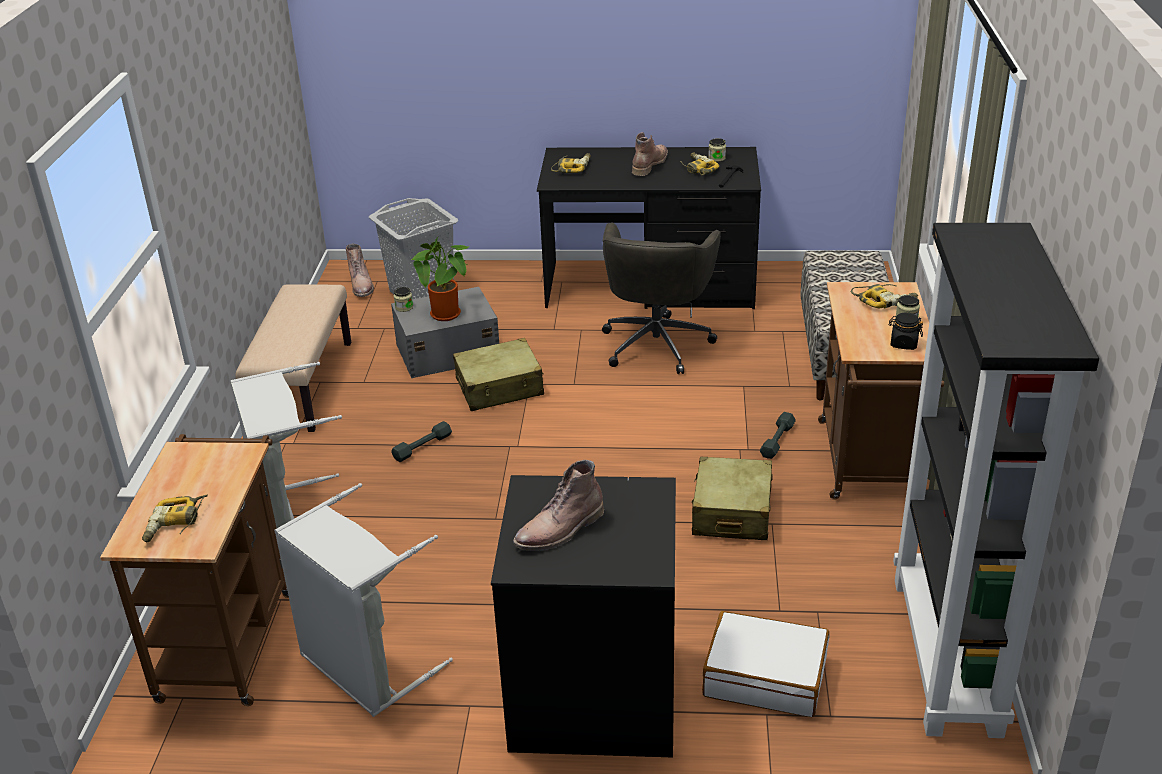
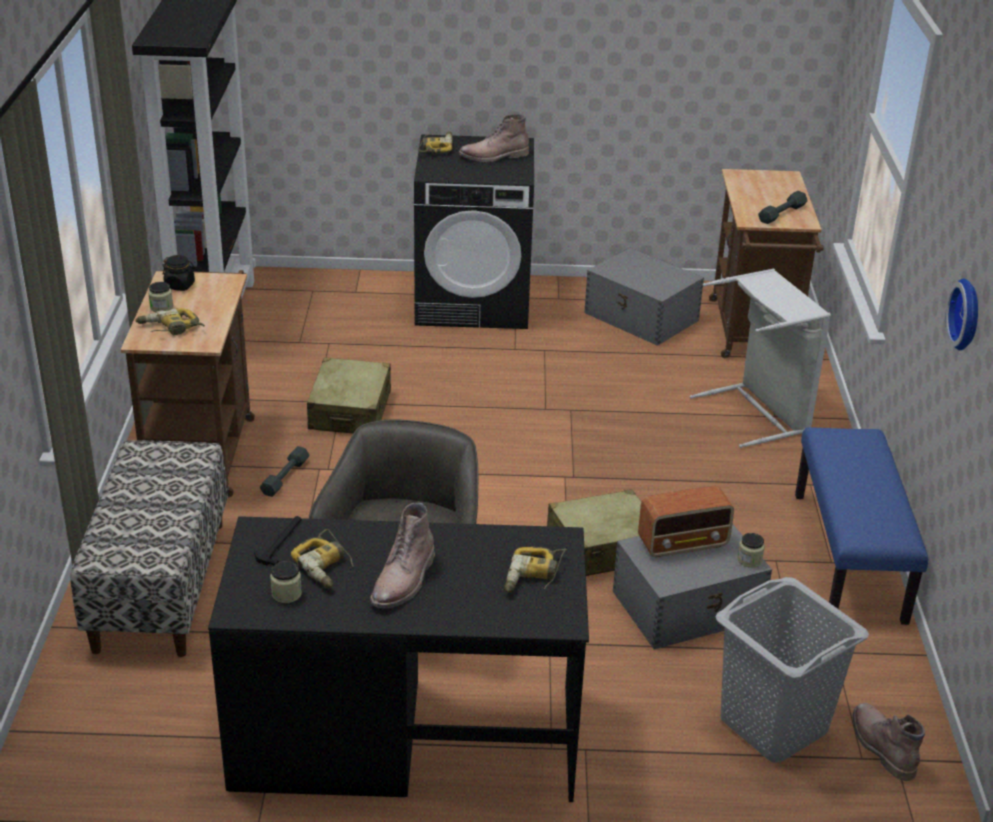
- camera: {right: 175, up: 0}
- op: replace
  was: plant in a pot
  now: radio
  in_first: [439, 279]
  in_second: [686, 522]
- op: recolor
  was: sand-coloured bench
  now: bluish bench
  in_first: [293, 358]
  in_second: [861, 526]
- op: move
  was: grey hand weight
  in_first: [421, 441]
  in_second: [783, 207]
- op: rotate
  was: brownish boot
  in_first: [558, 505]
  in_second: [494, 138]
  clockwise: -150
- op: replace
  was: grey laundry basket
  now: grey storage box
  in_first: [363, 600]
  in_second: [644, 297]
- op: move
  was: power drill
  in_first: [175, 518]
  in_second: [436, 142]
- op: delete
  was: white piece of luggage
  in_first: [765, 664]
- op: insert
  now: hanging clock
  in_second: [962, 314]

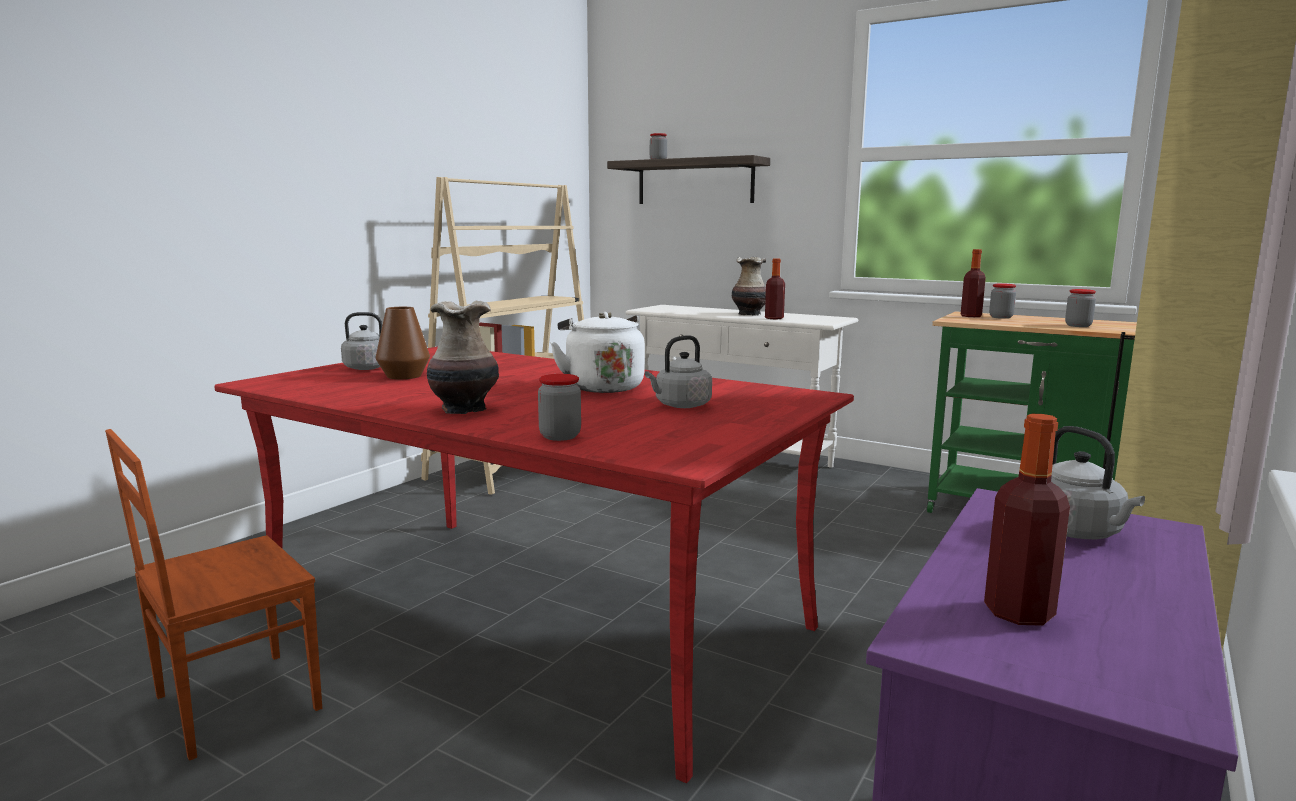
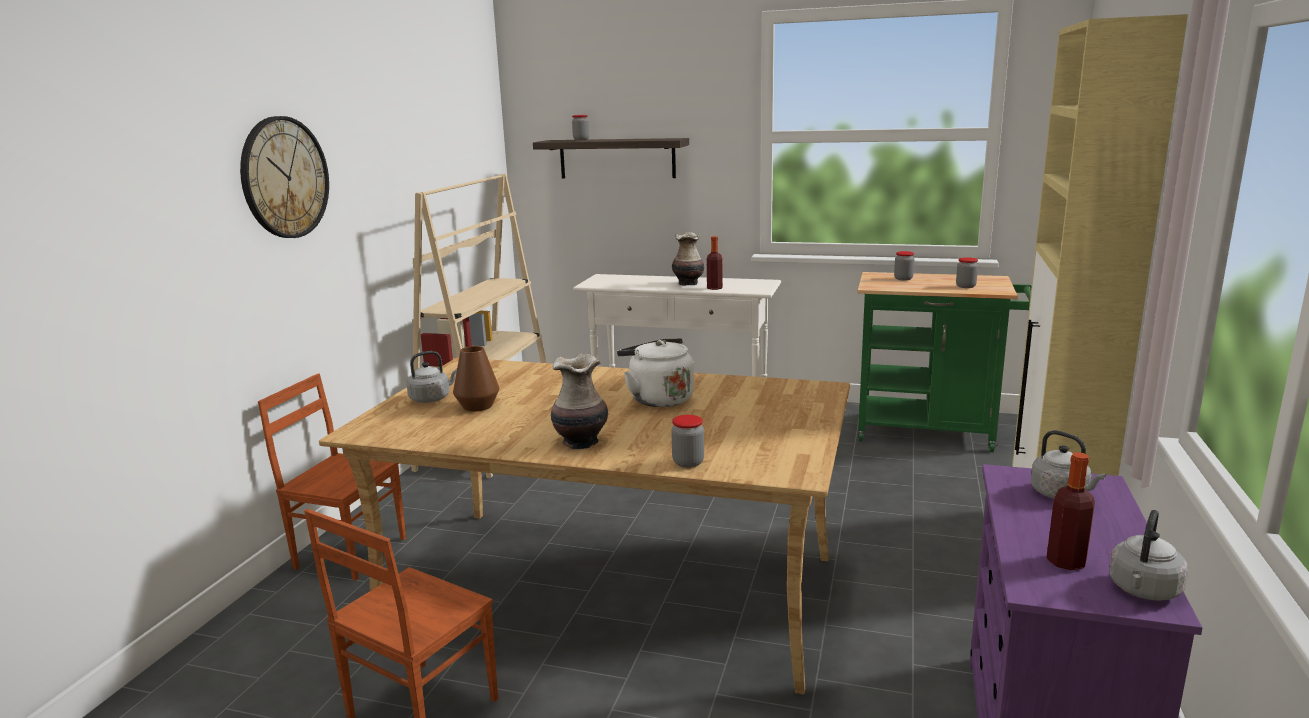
- camera: {right: -15, up: 5}
- op: delete
  was: beverage bottle
  in_first: [973, 283]
- op: move
  was: grey tea kettle
  in_first: [678, 371]
  in_second: [1148, 555]
- op: recolor
  was: red kitchen table
  now: sand-coloured kitchen table
  in_first: [534, 564]
  in_second: [584, 525]
- op: insert
  now: hanging clock
  in_second: [284, 177]
- op: insert
  now: brownish upright chair
  in_second: [332, 477]

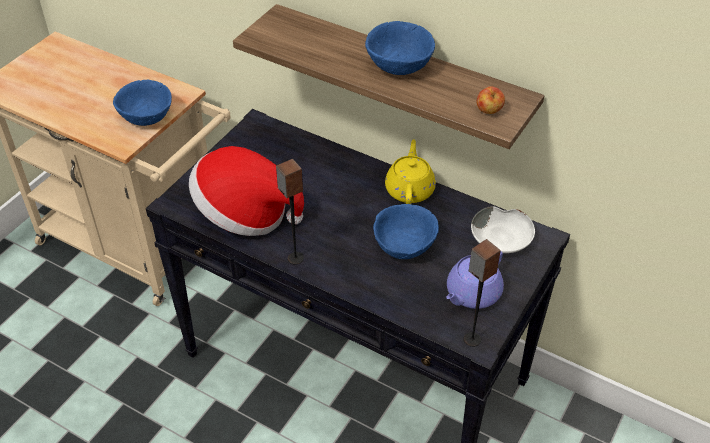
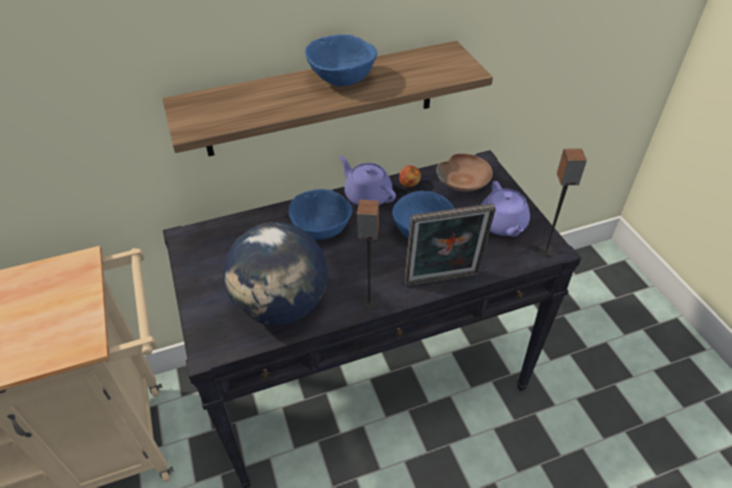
- camera: {right: -50, up: 0}
- op: move
  was: bluish bowl
  in_first: [142, 103]
  in_second: [320, 214]
- op: move
  was: apple fruit
  in_first: [490, 100]
  in_second: [410, 176]
- op: recolor
  was: yellow pot for tea
  now: purplish pot for tea
  in_first: [410, 171]
  in_second: [367, 180]
- op: replace
  was: hat
  now: desk globe
  in_first: [246, 191]
  in_second: [275, 273]
- op: recolor
  was: white bowl
  now: brownish bowl
  in_first: [503, 229]
  in_second: [464, 173]
- op: insert
  now: picture frame
  in_second: [450, 244]

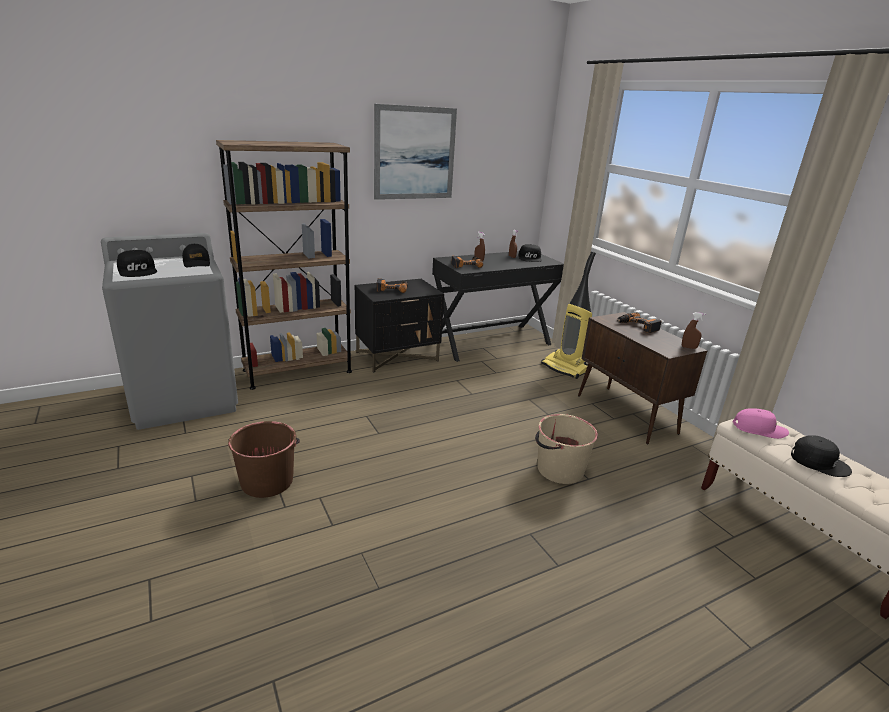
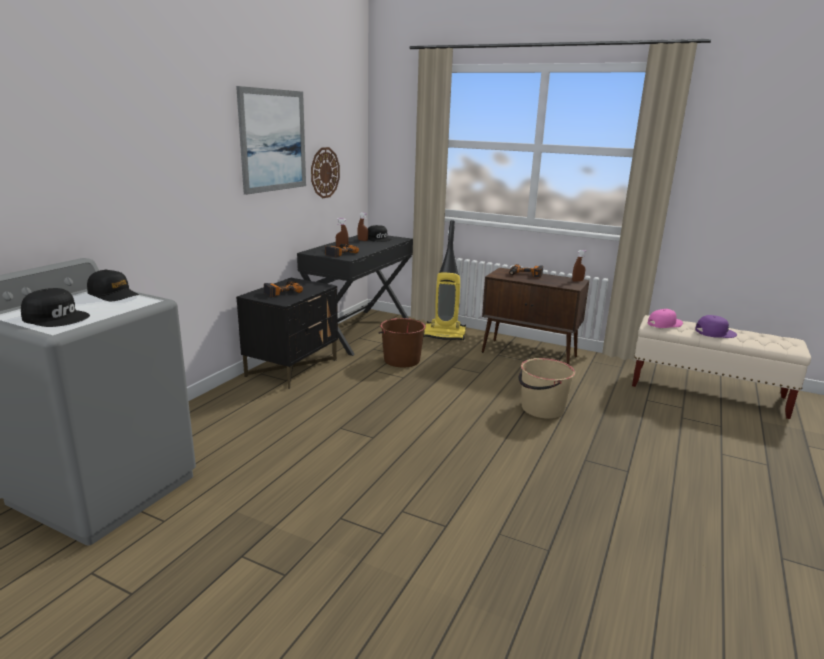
- camera: {right: -35, up: -5}
- op: delete
  was: brownish bookshelf
  in_first: [284, 265]
- op: move
  was: brownish bucket
  in_first: [264, 459]
  in_second: [402, 342]
- op: recolor
  was: black-coloured peaked cap
  now: purplish peaked cap
  in_first: [821, 456]
  in_second: [716, 326]
- op: insert
  now: hanging clock
  in_second: [325, 172]

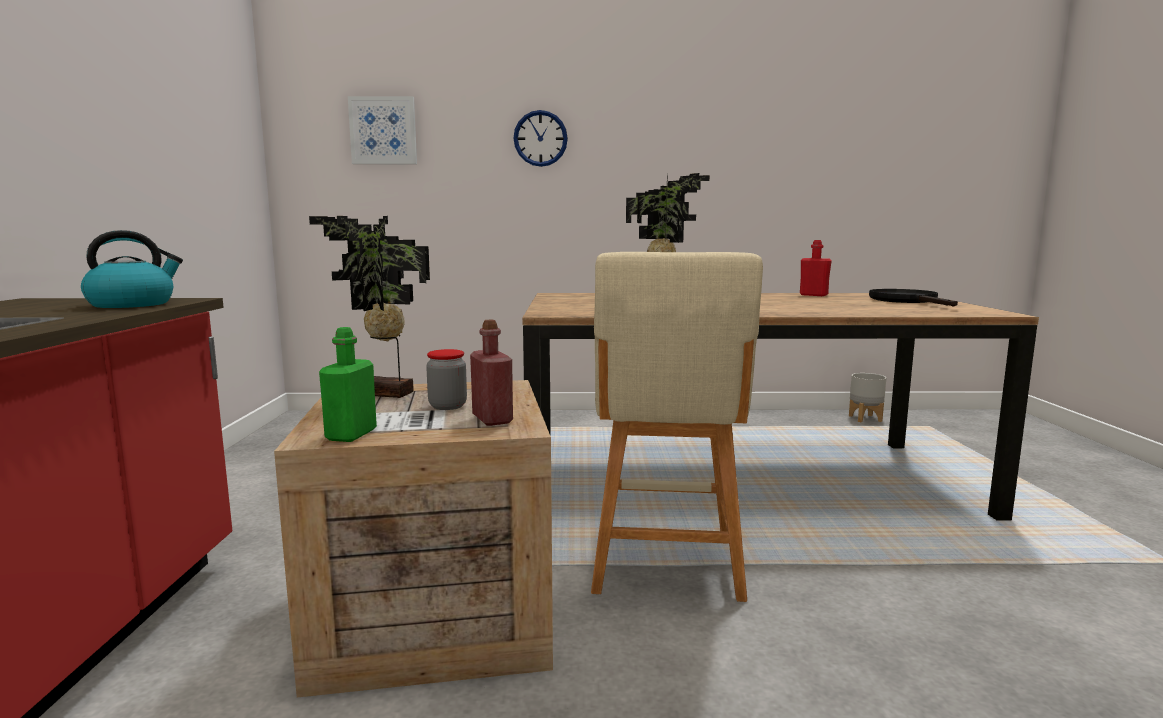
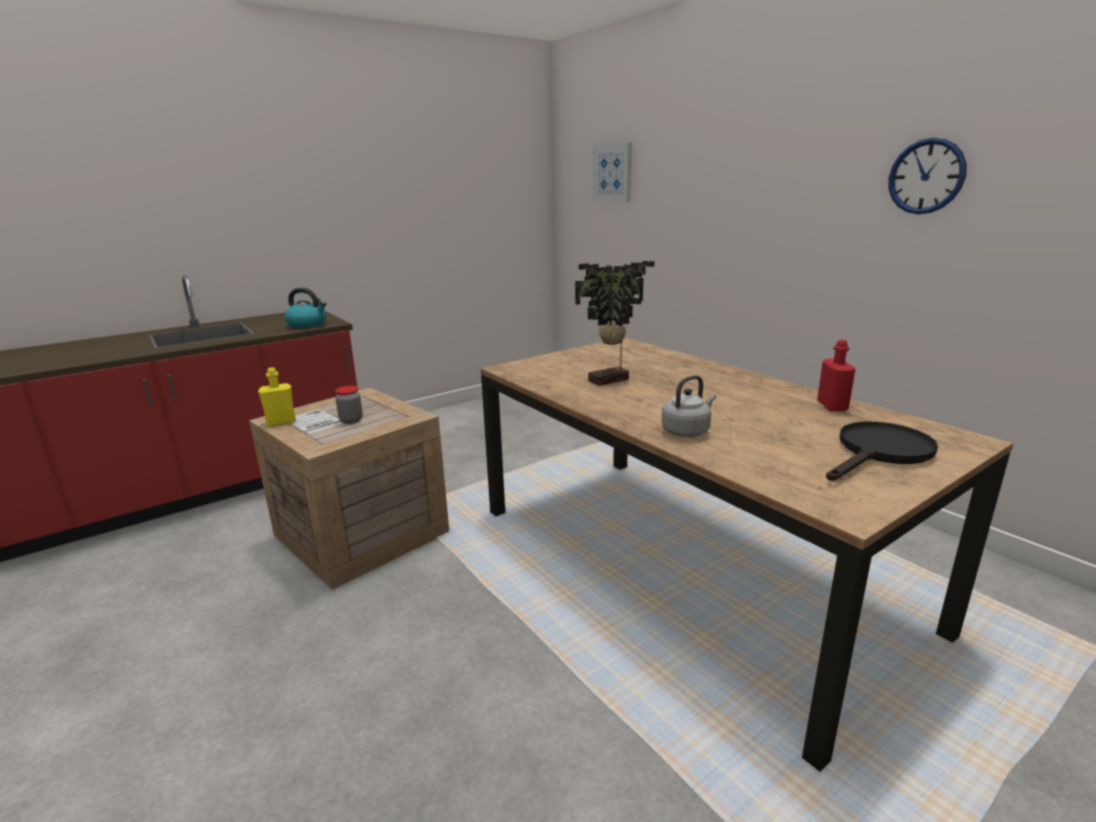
- camera: {right: 55, up: 10}
- op: move
  was: hanging clock
  in_first: [540, 138]
  in_second: [927, 176]
- op: delete
  was: plant in a pot
  in_first: [369, 307]
- op: delete
  was: sand-coloured sitting stool
  in_first: [677, 427]
- op: delete
  was: red beverage bottle
  in_first: [491, 373]
- op: recolor
  was: greenish beverage bottle
  now: yellow beverage bottle
  in_first: [348, 384]
  in_second: [277, 397]
- op: delete
  was: grey flower pot
  in_first: [867, 397]
- op: insert
  now: grey tea kettle
  in_second: [689, 406]

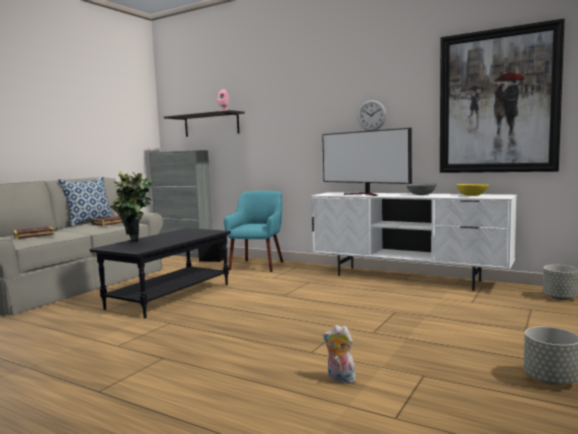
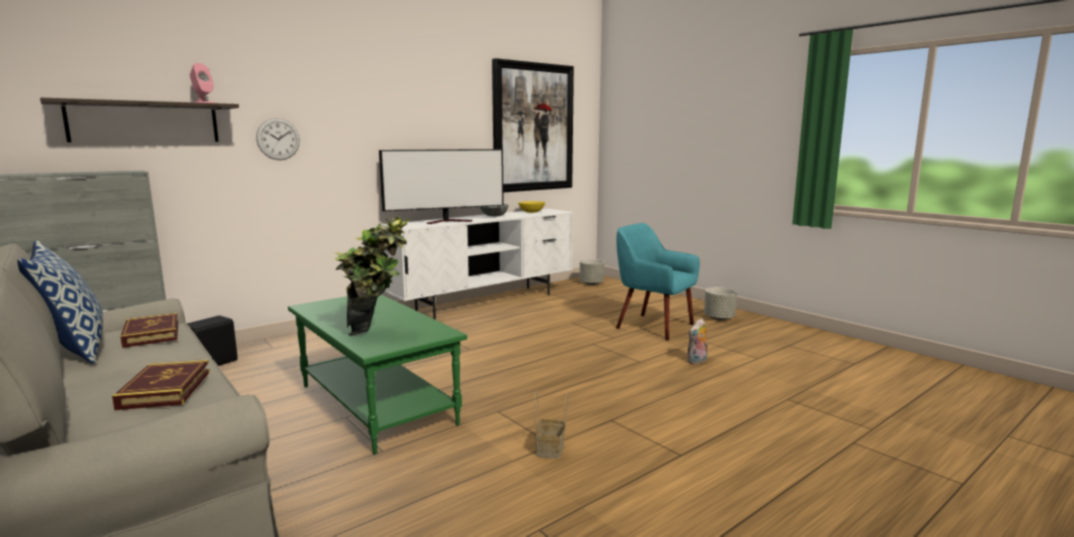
- camera: {right: -70, up: 5}
- op: move
  was: hanging clock
  in_first: [372, 115]
  in_second: [278, 139]
- op: move
  was: turquoise-coloured easy chair
  in_first: [253, 231]
  in_second: [658, 282]
- op: recolor
  was: black-coloured coffee table
  now: greenish coffee table
  in_first: [160, 273]
  in_second: [377, 374]
- op: insert
  now: storage basket
  in_second: [551, 425]

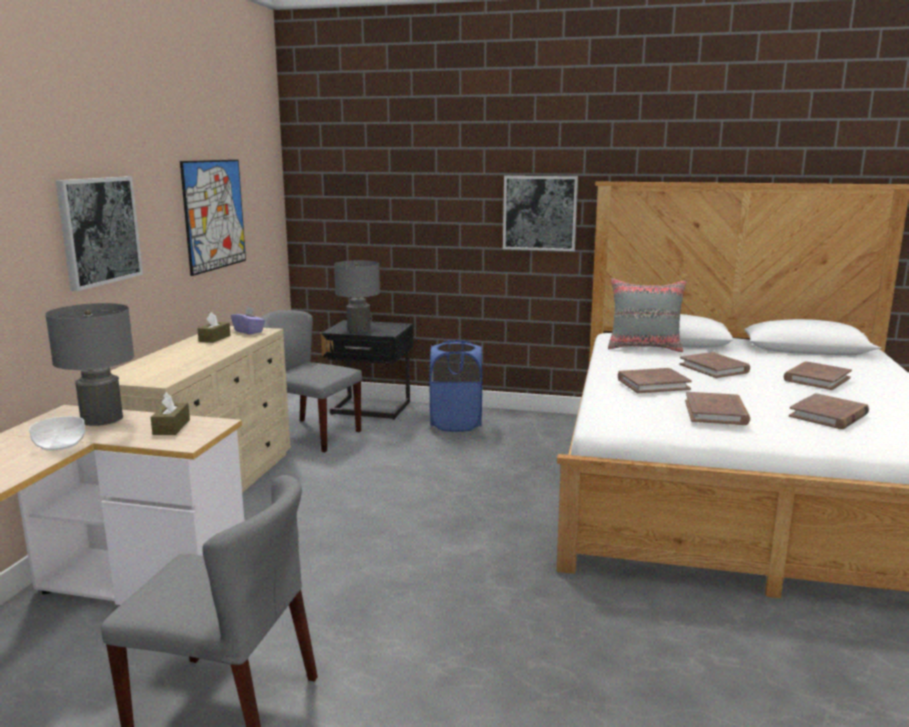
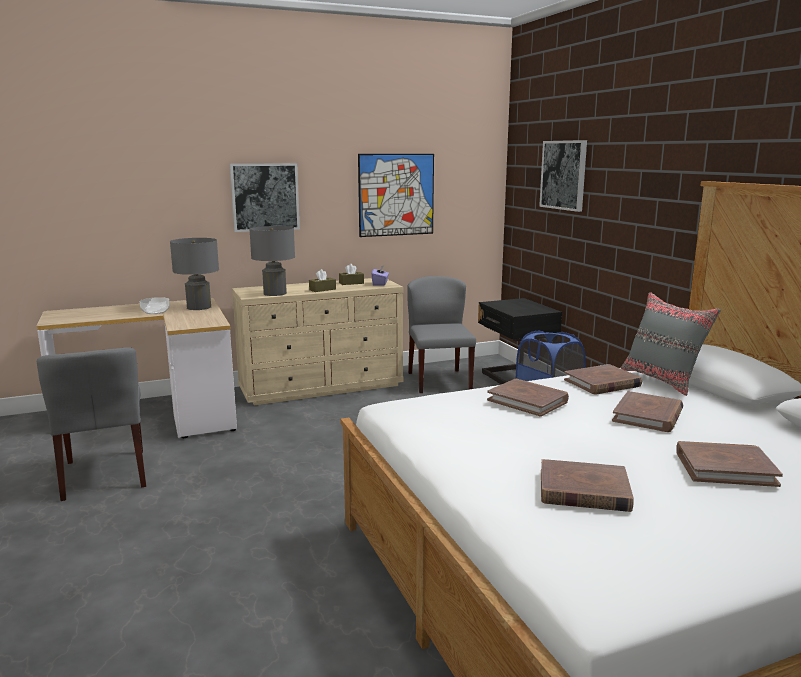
- camera: {right: 55, up: 0}
- op: move
  was: wall art
  in_first: [540, 213]
  in_second: [563, 176]
- op: move
  was: grey lamp for a table
  in_first: [357, 296]
  in_second: [272, 261]
- op: move
  was: brownish tissue holder
  in_first: [170, 413]
  in_second: [322, 280]
- op: move
  was: brownish volume
  in_first: [717, 408]
  in_second: [603, 379]

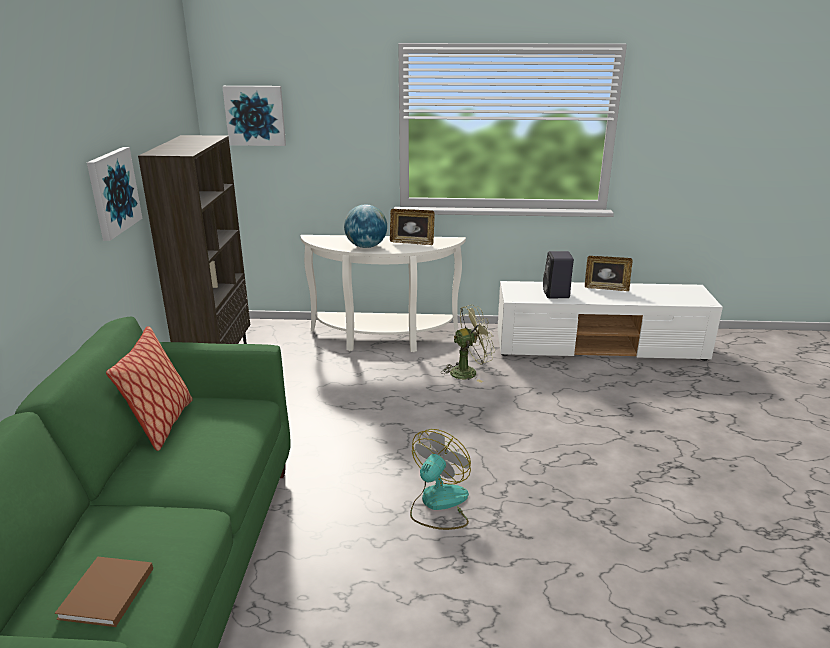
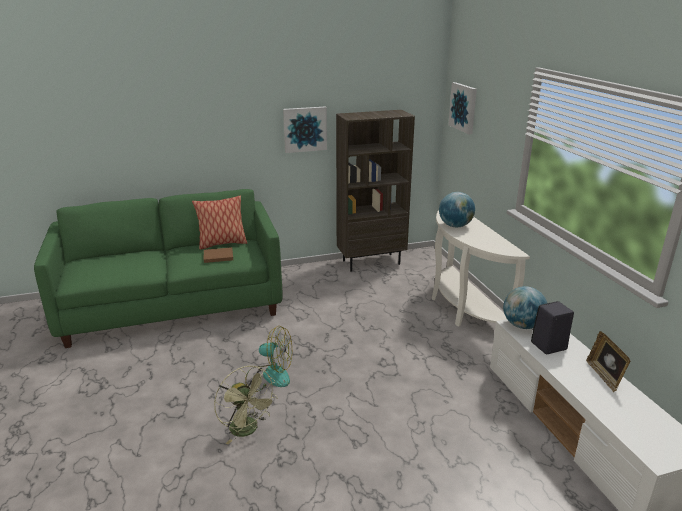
- camera: {right: 70, up: 0}
- op: delete
  was: picture frame
  in_first: [412, 227]
- op: move
  was: greenish cooling fan
  in_first: [468, 344]
  in_second: [245, 405]
- op: move
  was: brownish volume
  in_first: [104, 592]
  in_second: [218, 255]
- op: insert
  now: desk globe
  in_second: [525, 307]

